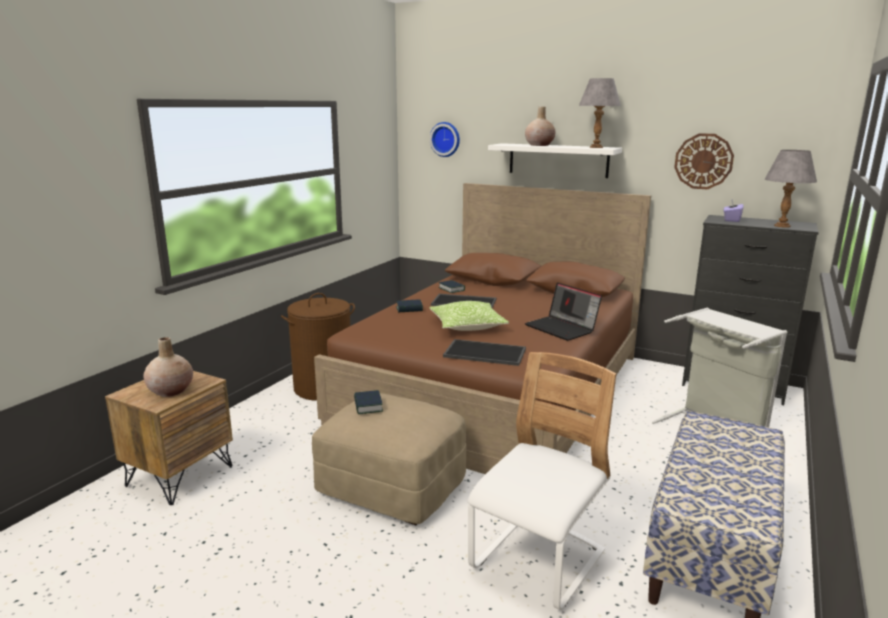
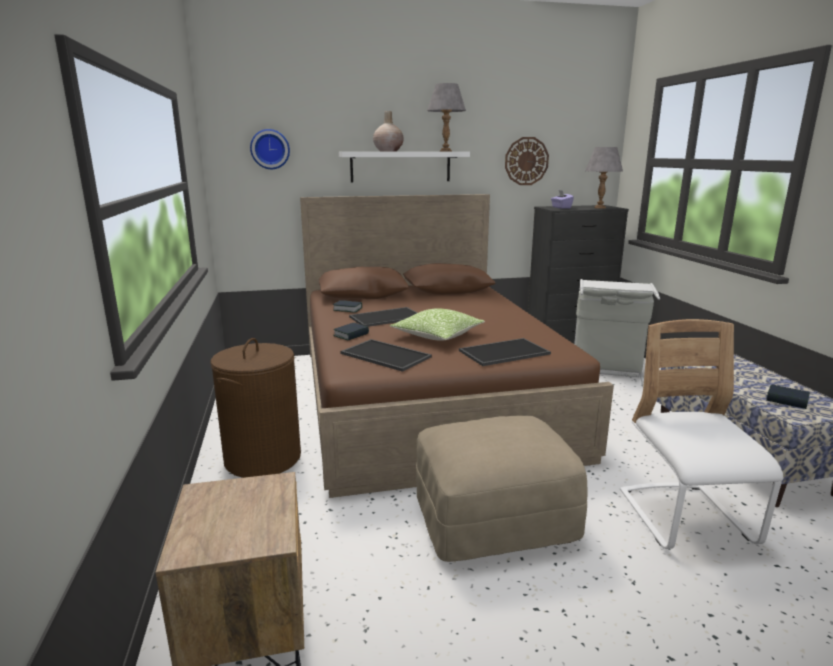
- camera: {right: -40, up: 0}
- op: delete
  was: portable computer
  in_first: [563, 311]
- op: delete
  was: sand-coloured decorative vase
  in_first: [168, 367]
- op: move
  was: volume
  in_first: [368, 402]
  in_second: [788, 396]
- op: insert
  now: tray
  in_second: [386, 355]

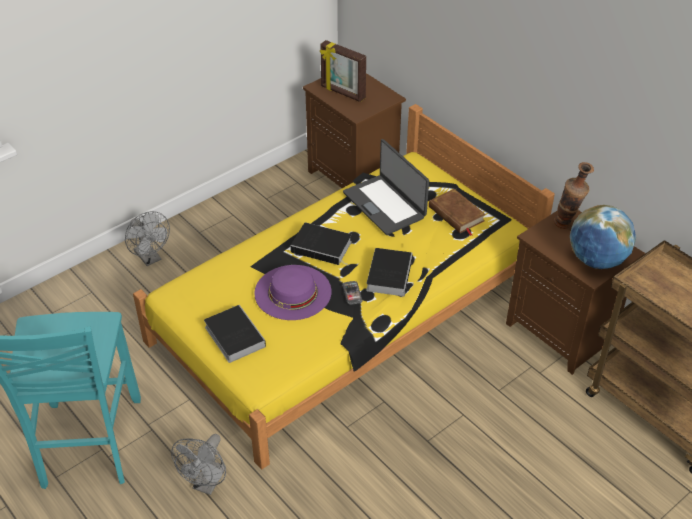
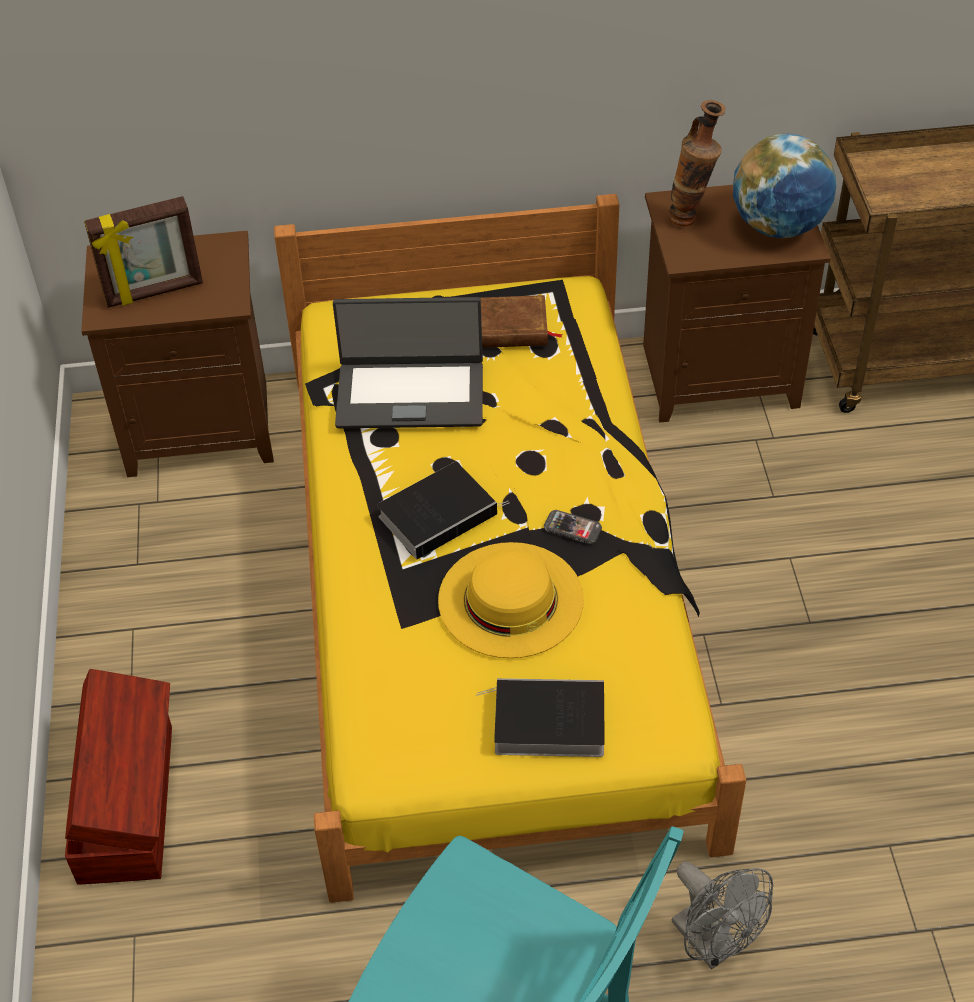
- camera: {right: -55, up: 5}
- op: replace
  was: grey cooling fan
  now: brownish storage box
  in_first: [147, 238]
  in_second: [118, 776]
- op: delete
  was: volume
  in_first: [389, 272]
- op: recolor
  was: purplish hat
  now: yellow hat
  in_first: [292, 292]
  in_second: [511, 600]

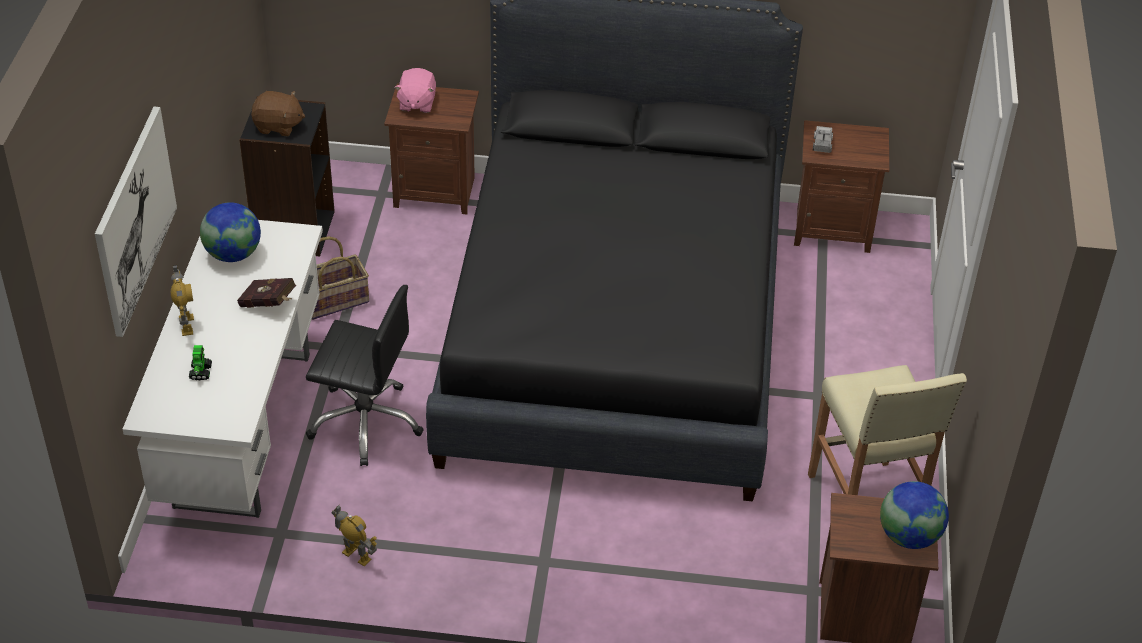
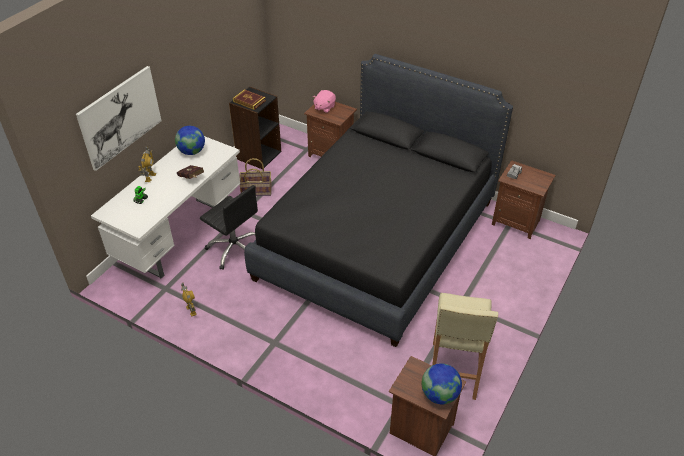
- camera: {right: 25, up: 0}
- op: replace
  was: brownish cuddly toy
  now: volume
  in_first: [278, 113]
  in_second: [249, 99]

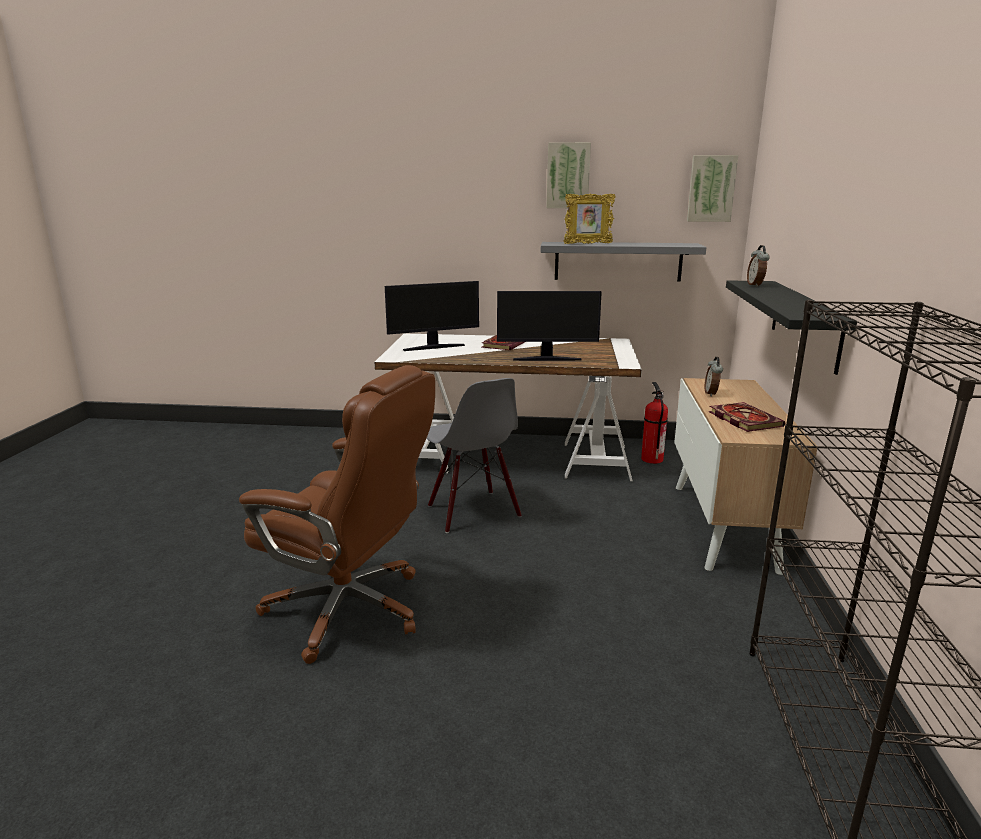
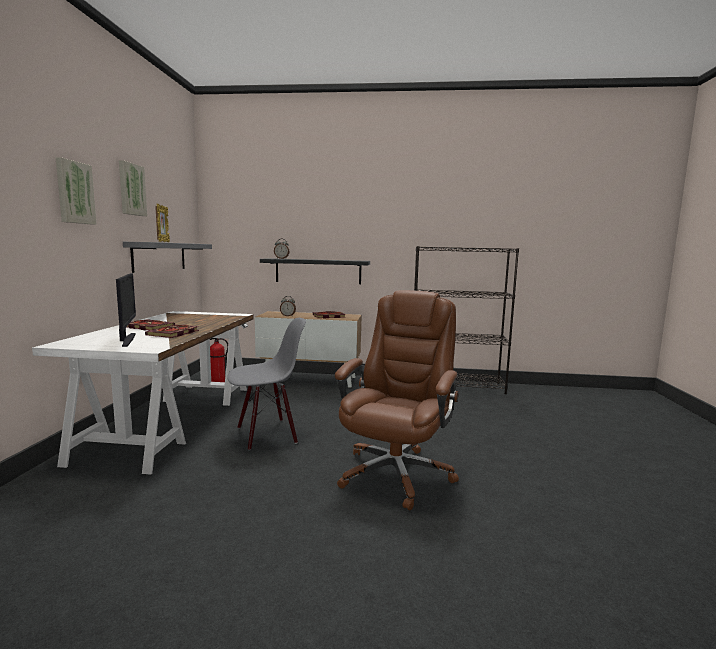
- camera: {right: -90, up: -10}
- op: move
  was: wall art
  in_first: [712, 188]
  in_second: [76, 191]
- op: delete
  was: computer screen
  in_first: [549, 326]
- op: insert
  now: volume
  in_second: [172, 331]

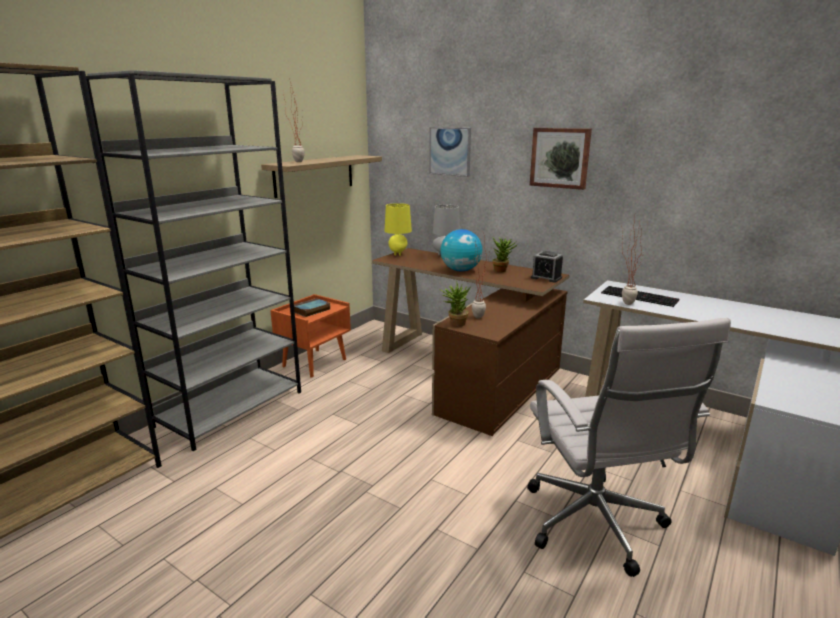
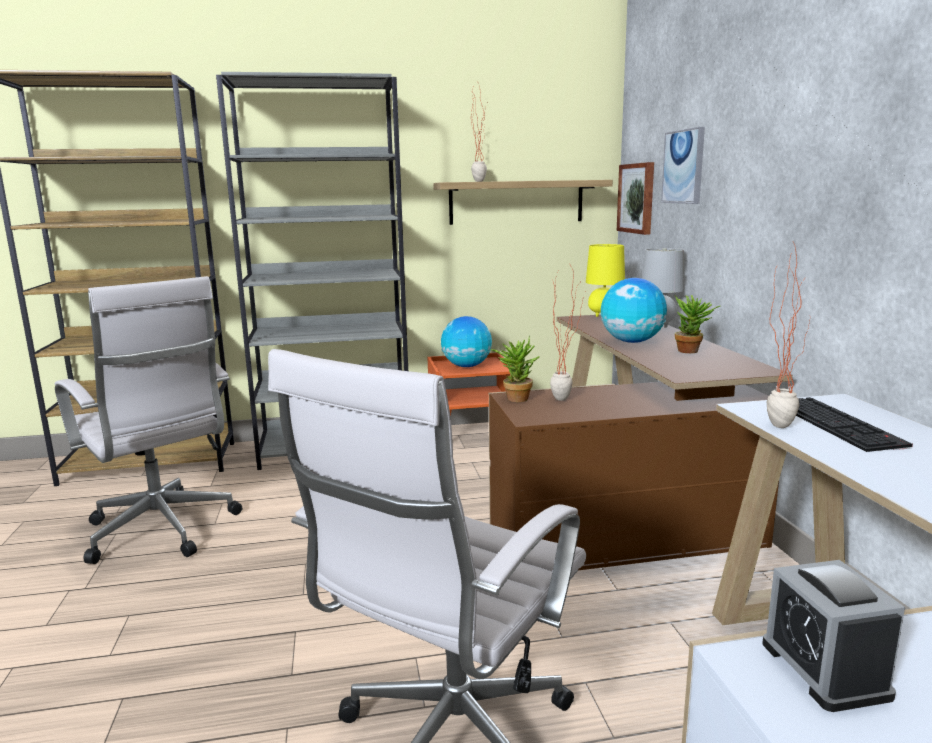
- camera: {right: 45, up: -5}
- op: move
  was: wall art
  in_first: [561, 159]
  in_second: [635, 198]
- op: move
  was: bedside clock
  in_first: [547, 267]
  in_second: [834, 636]
- op: replace
  was: volume
  now: desk globe
  in_first: [312, 307]
  in_second: [466, 341]
- op: insert
  now: white office chair
  in_second: [148, 420]

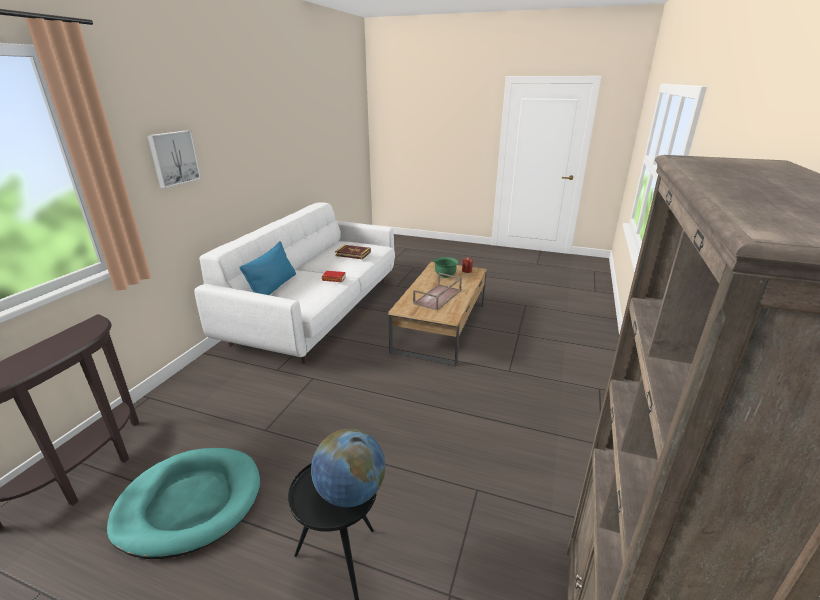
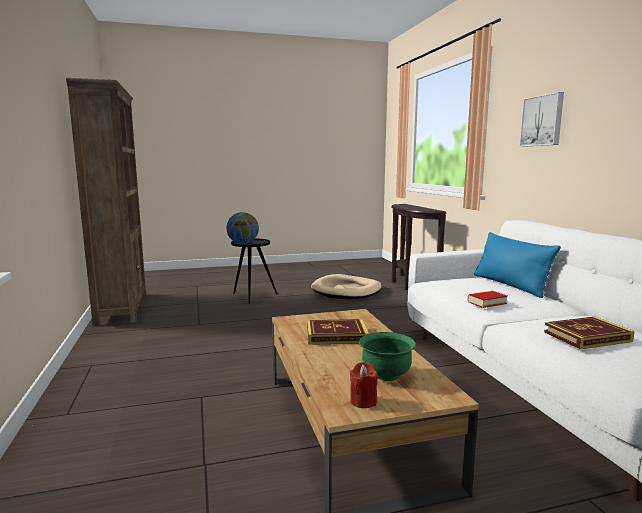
- camera: {right: 145, up: -15}
- op: replace
  was: brownish tray
  now: volume
  in_first: [437, 292]
  in_second: [338, 332]
- op: recolor
  was: turquoise-coloured pet bed
  now: sand-coloured pet bed
  in_first: [183, 503]
  in_second: [346, 286]

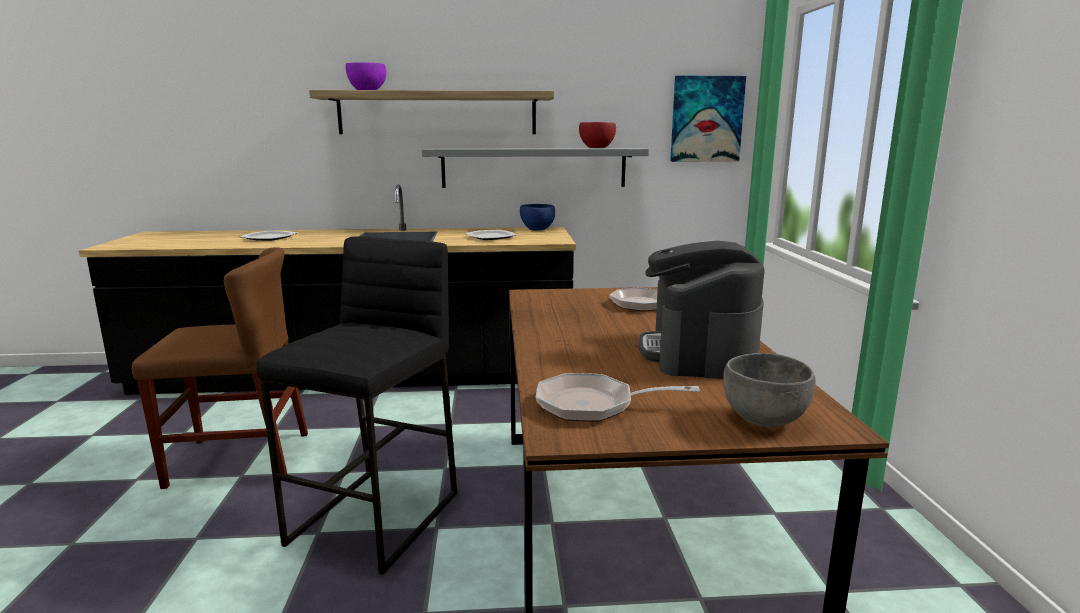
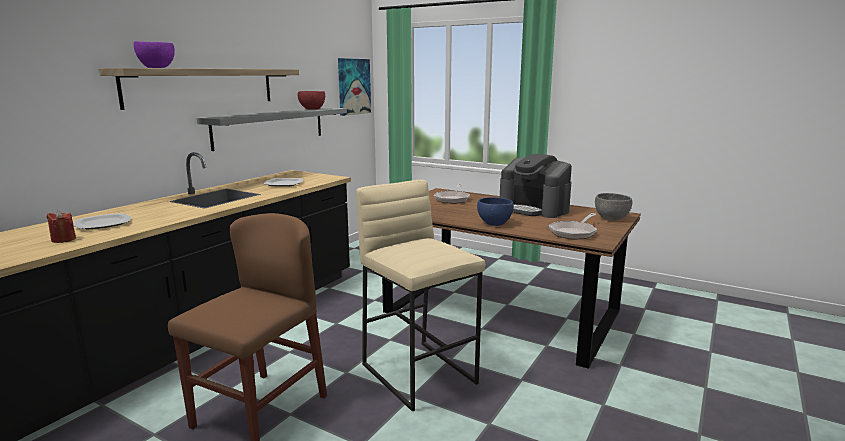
- camera: {right: -55, up: 0}
- op: move
  was: bluish bowl
  in_first: [537, 217]
  in_second: [495, 211]
- op: recolor
  was: black-coloured sitting stool
  now: sand-coloured sitting stool
  in_first: [356, 405]
  in_second: [420, 295]
- op: insert
  now: red candle
  in_second: [61, 226]

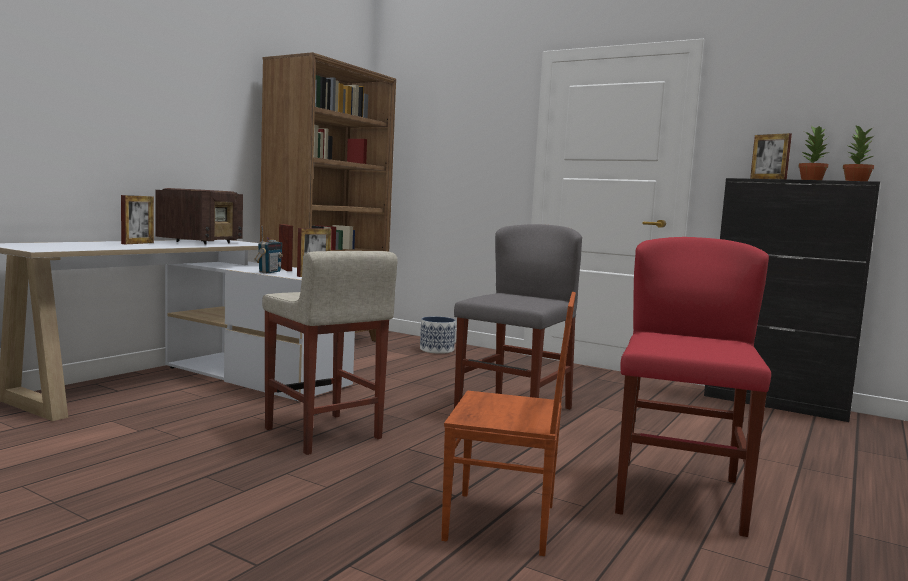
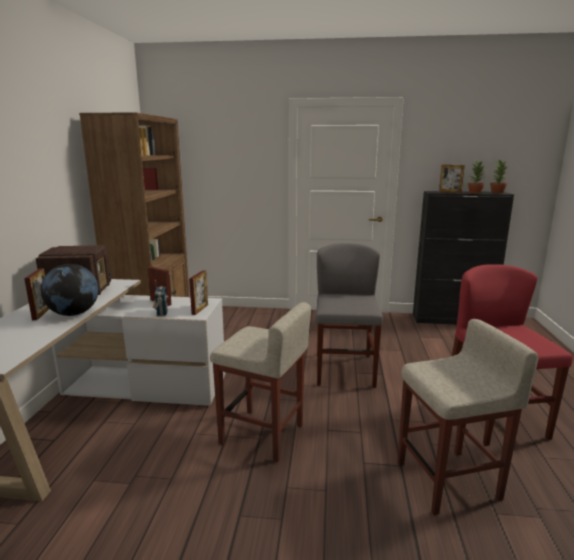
- camera: {right: -25, up: 10}
- op: replace
  was: brownish upright chair
  now: sand-coloured sitting stool
  in_first: [508, 424]
  in_second: [468, 417]
- op: delete
  was: flower pot
  in_first: [438, 335]
- op: insert
  now: desk globe
  in_second: [70, 290]

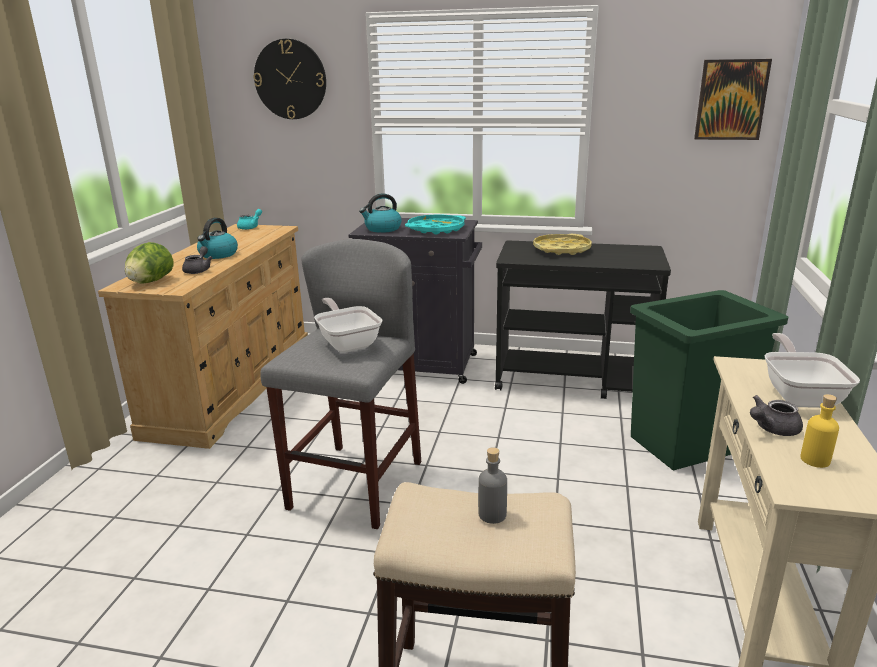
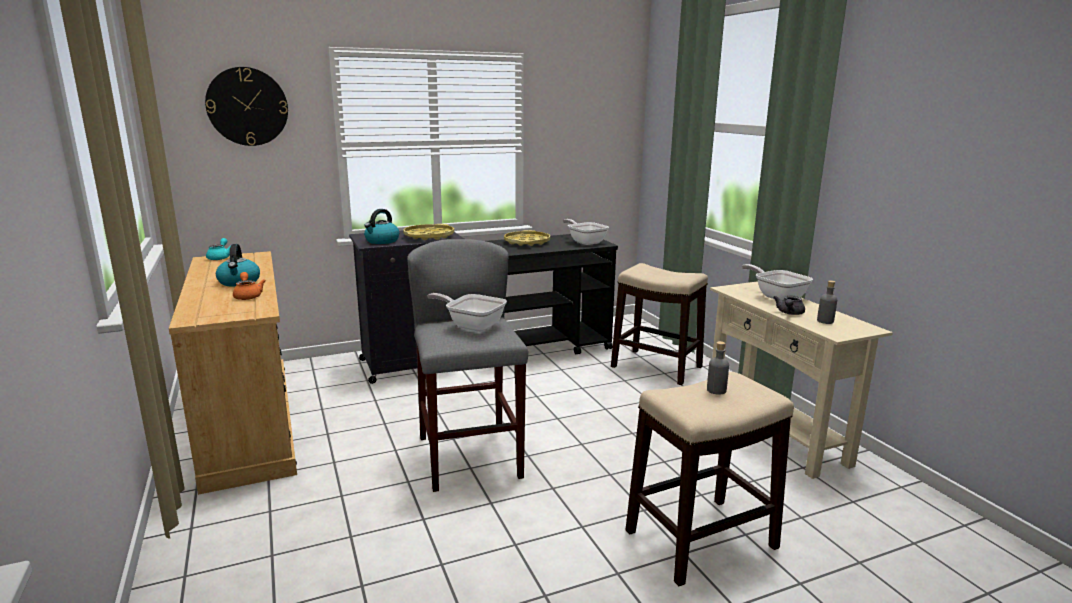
- camera: {right: -35, up: -5}
- op: delete
  was: wall art
  in_first: [733, 99]
- op: recolor
  was: turquoise-coloured tray
  now: yellow tray
  in_first: [435, 225]
  in_second: [428, 232]
- op: delete
  was: head of lettuce
  in_first: [149, 263]
- op: recolor
  was: grey pot for tea
  now: orange-coloured pot for tea
  in_first: [197, 260]
  in_second: [249, 286]
- op: replace
  was: greenish waste bin
  now: sitting stool
  in_first: [709, 380]
  in_second: [659, 324]
- op: recolor
  was: yellow beverage bottle
  now: grey beverage bottle
  in_first: [819, 431]
  in_second: [827, 302]
- op: insert
  now: pan
  in_second: [586, 232]

